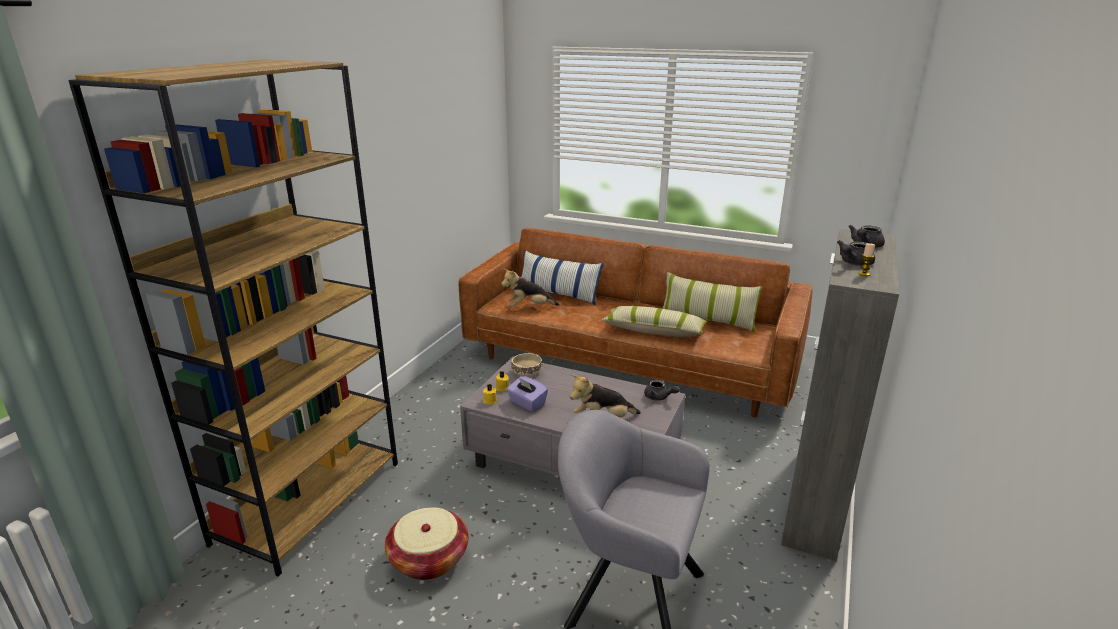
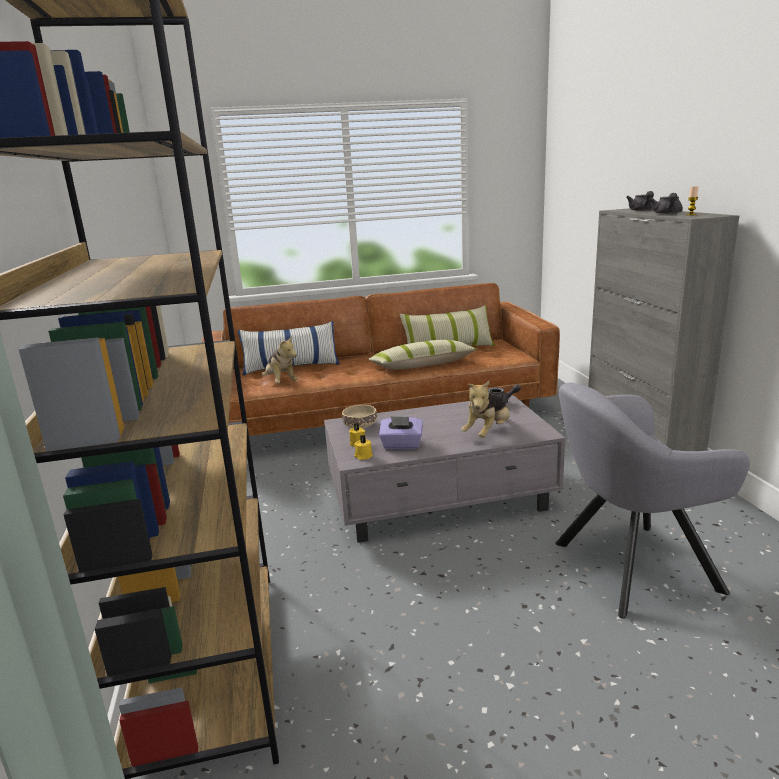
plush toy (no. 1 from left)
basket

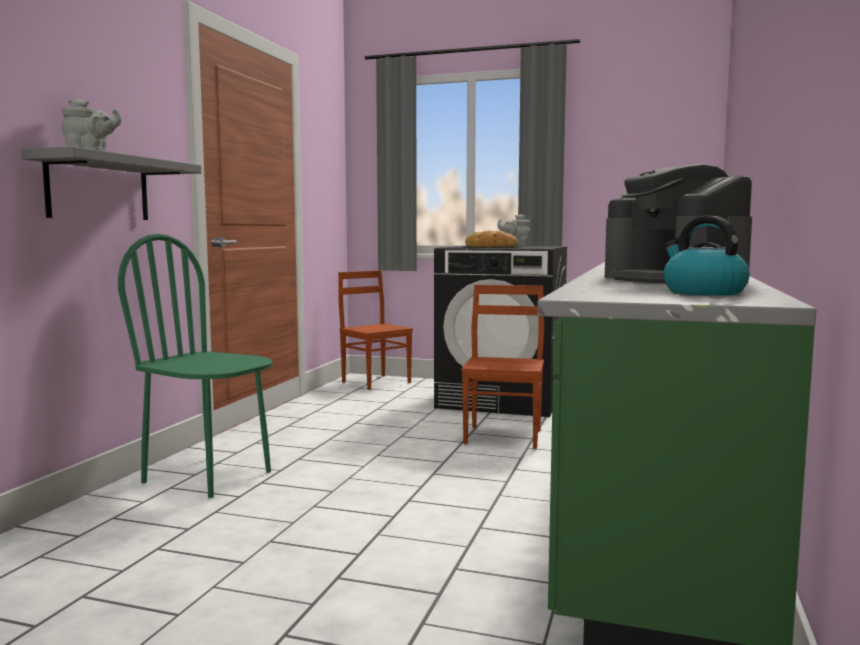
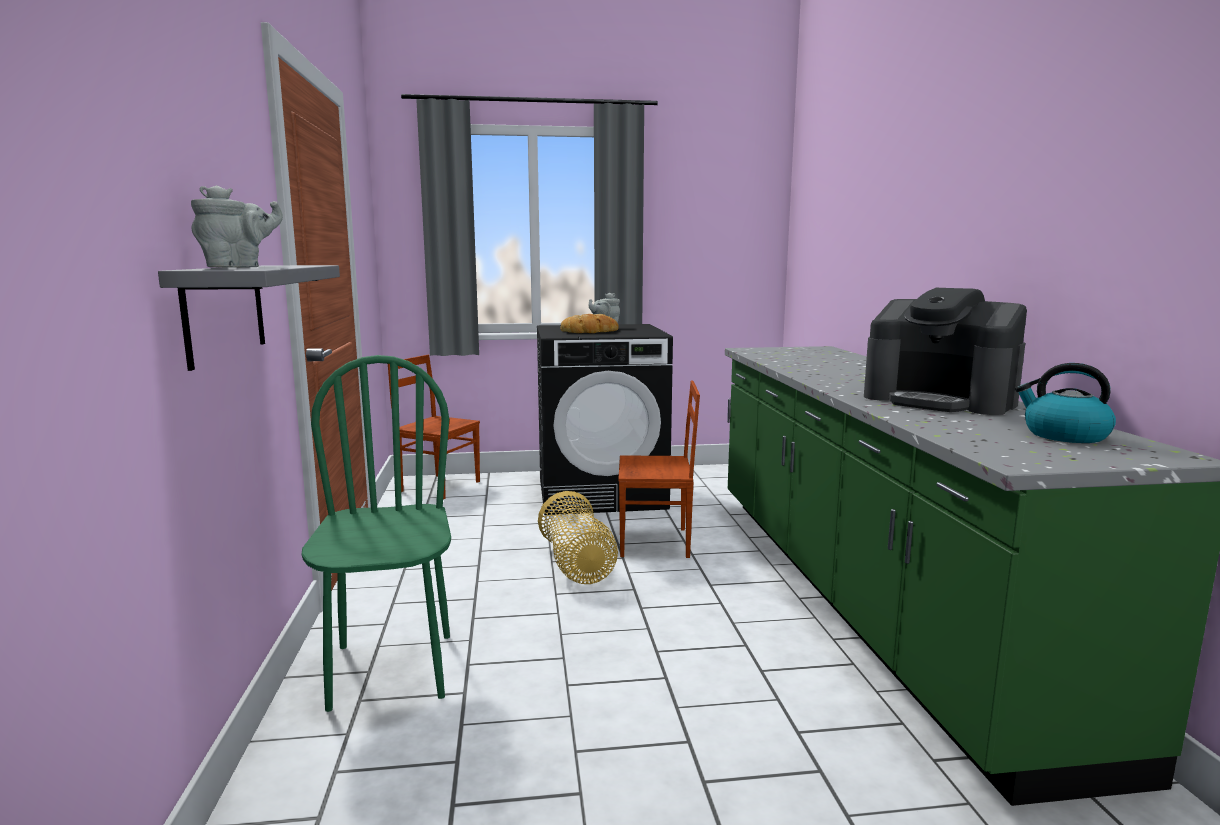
green chair
basket
brown chair (no. 2 from left)

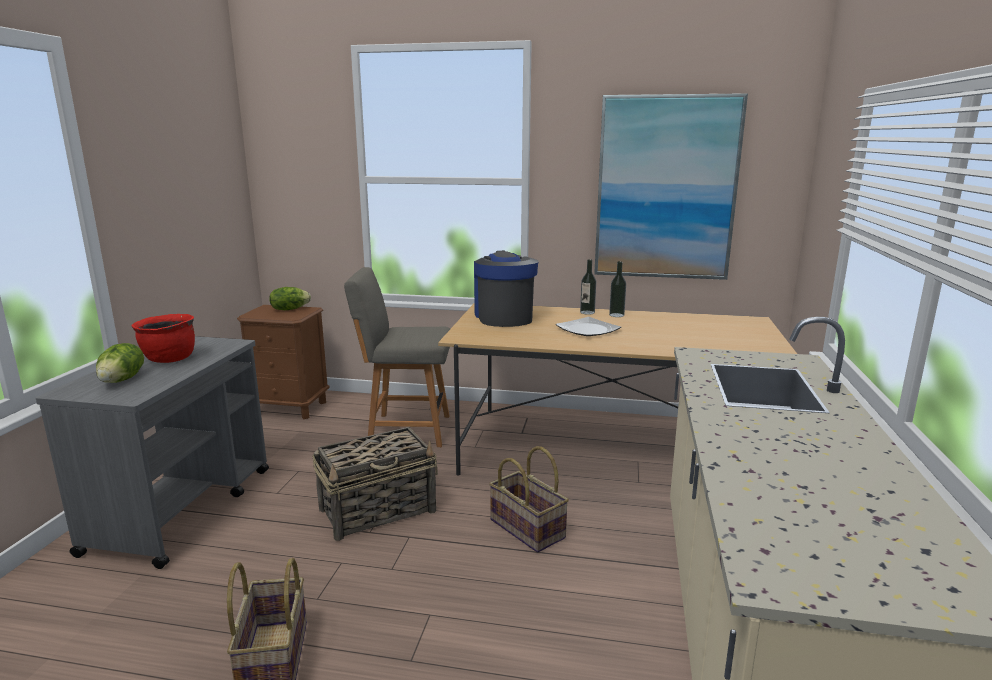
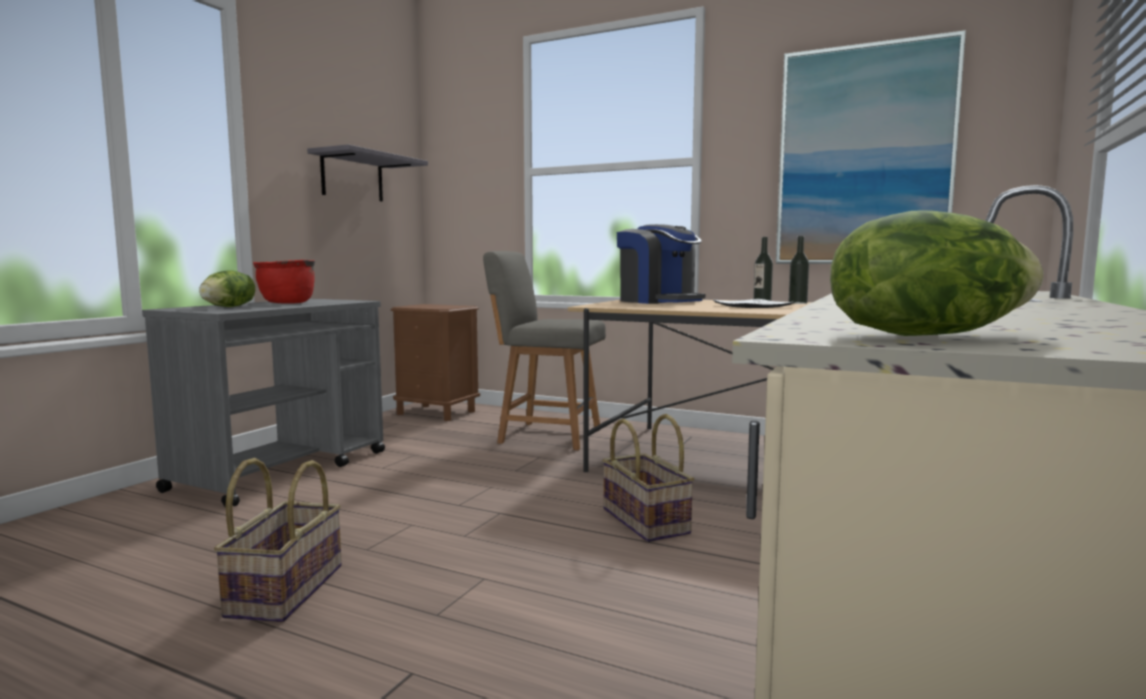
grey shelf
coffee machine
lettuce (no. 2 from left)
basket (no. 2 from left in the first image)

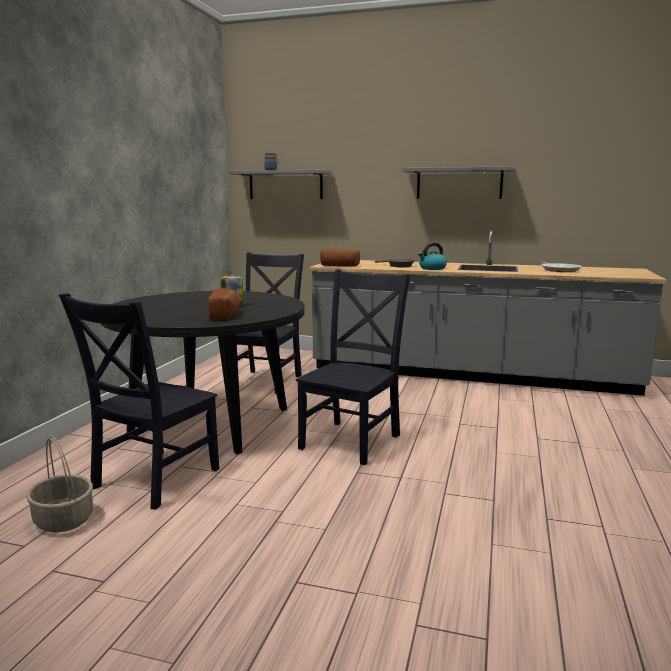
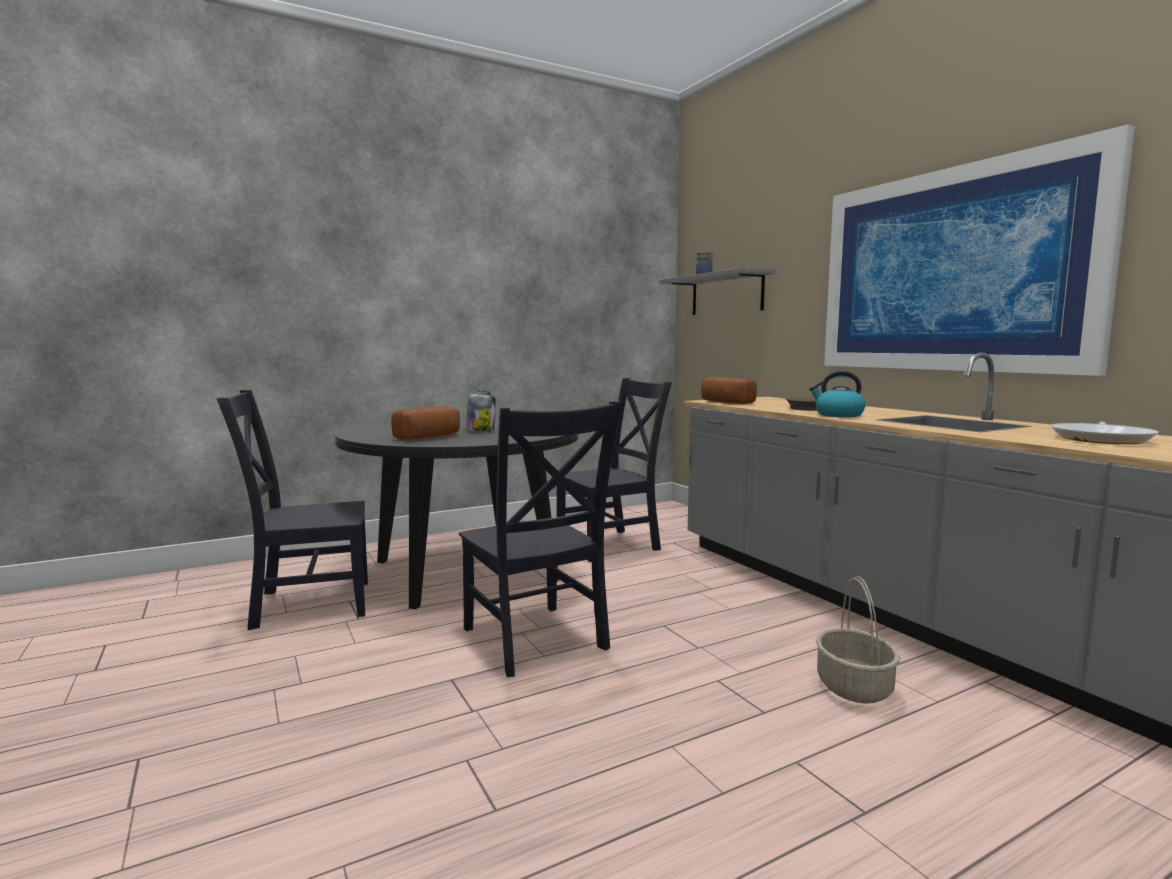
black chair (no. 2 from left)
basket
picture

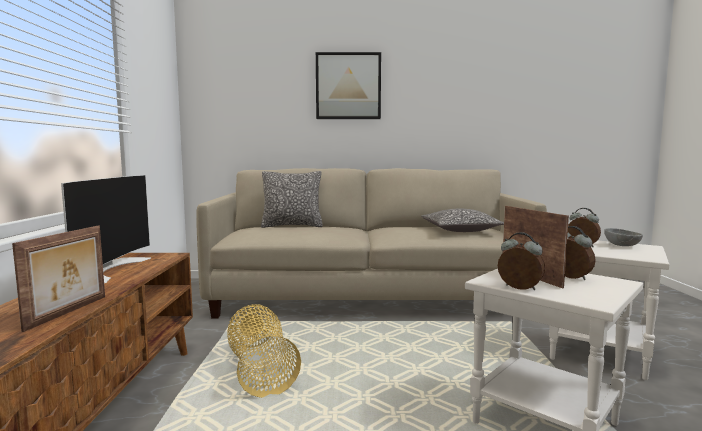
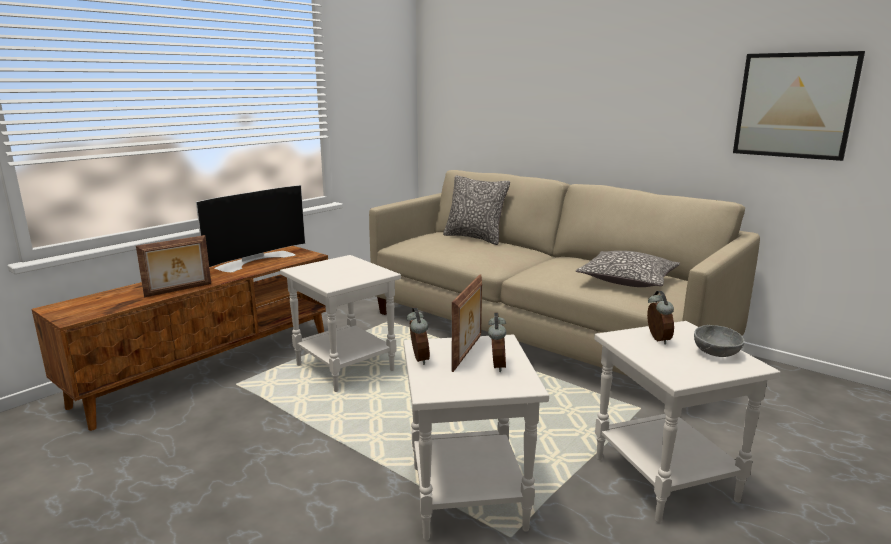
white side table (no. 1 from left)
picture

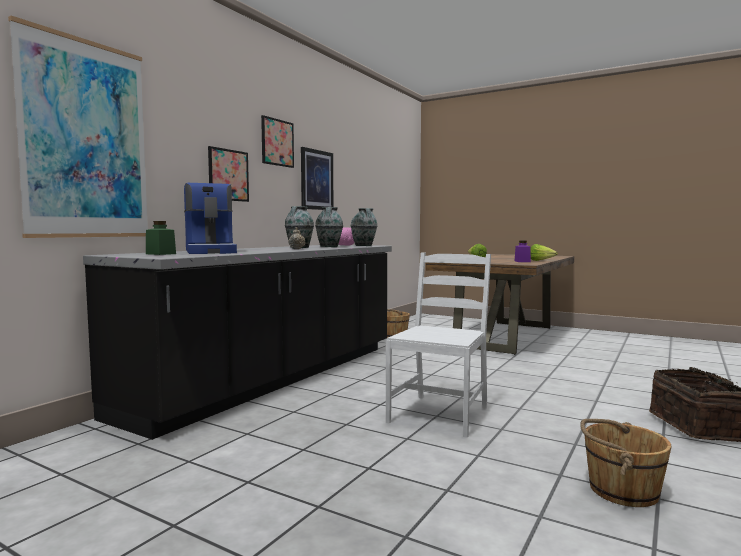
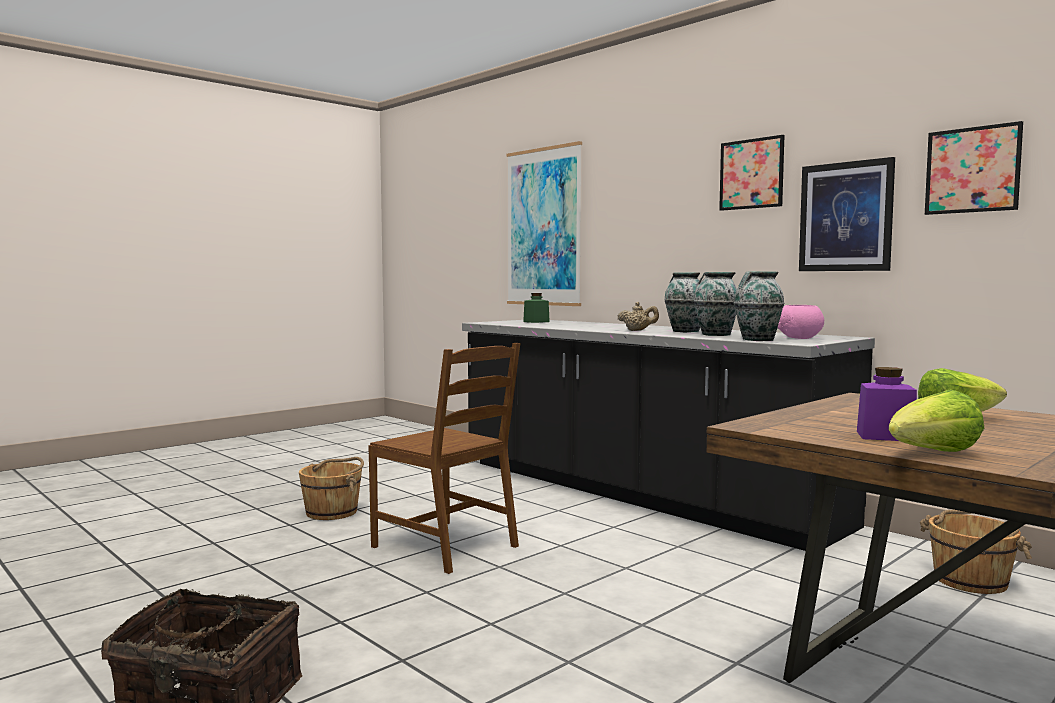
brown bucket (no. 1 from left)
brown chair
picture (no. 4 from left)
coffee machine

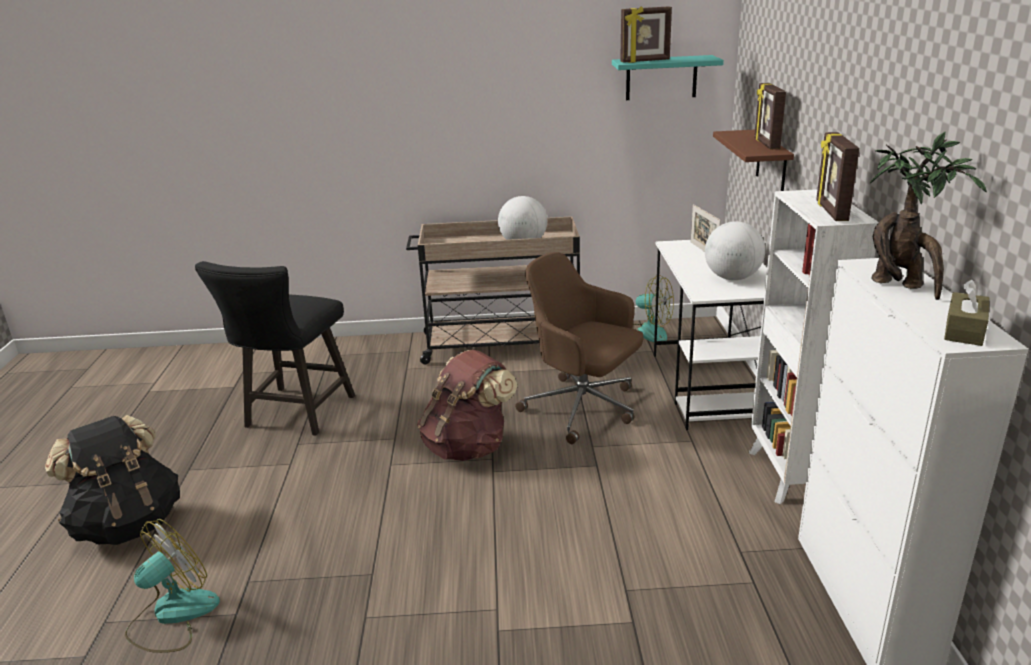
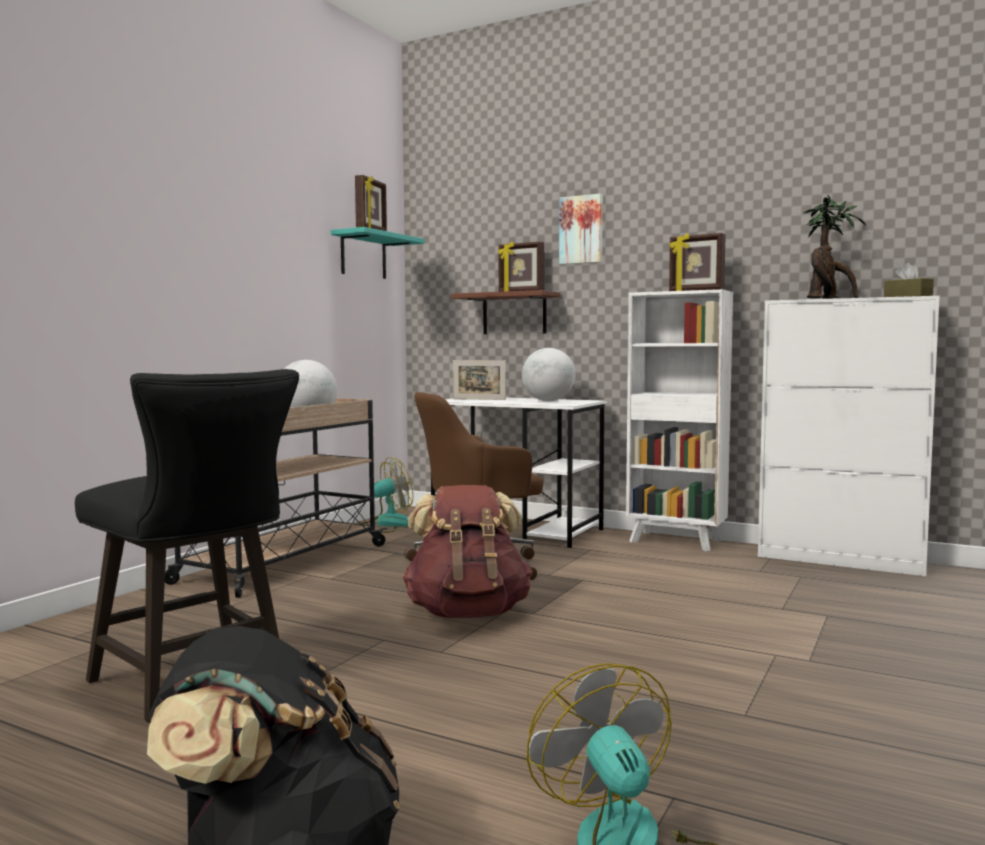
picture

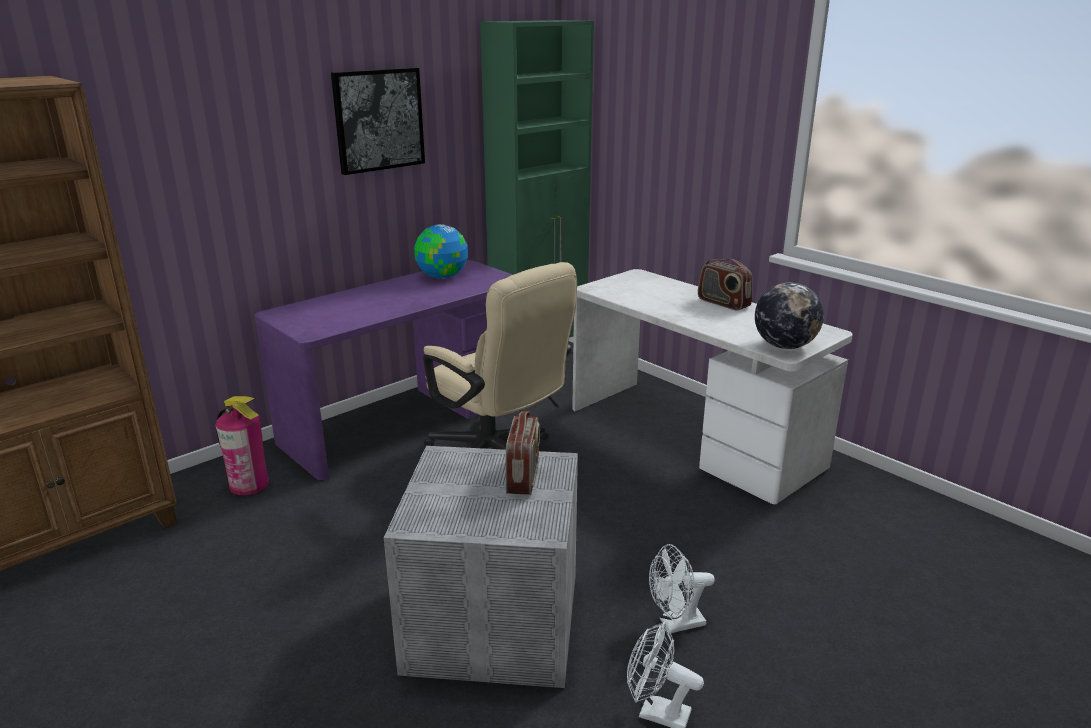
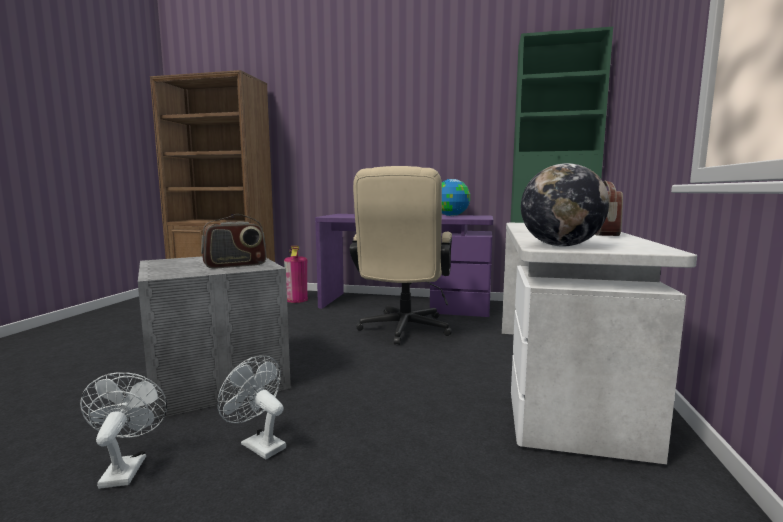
picture

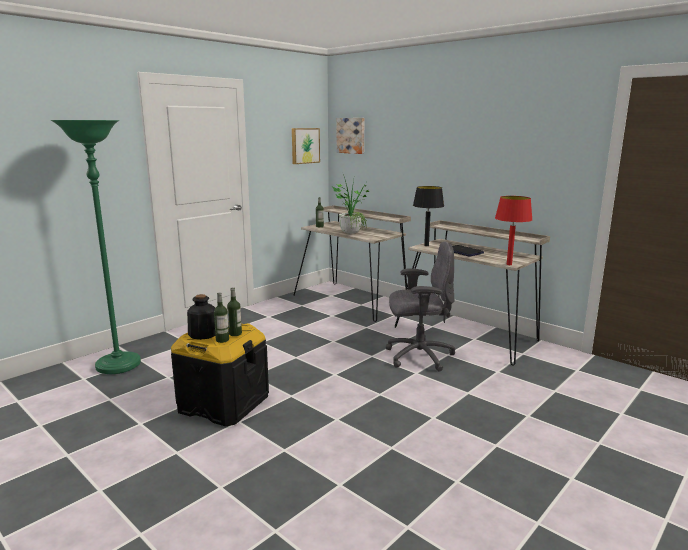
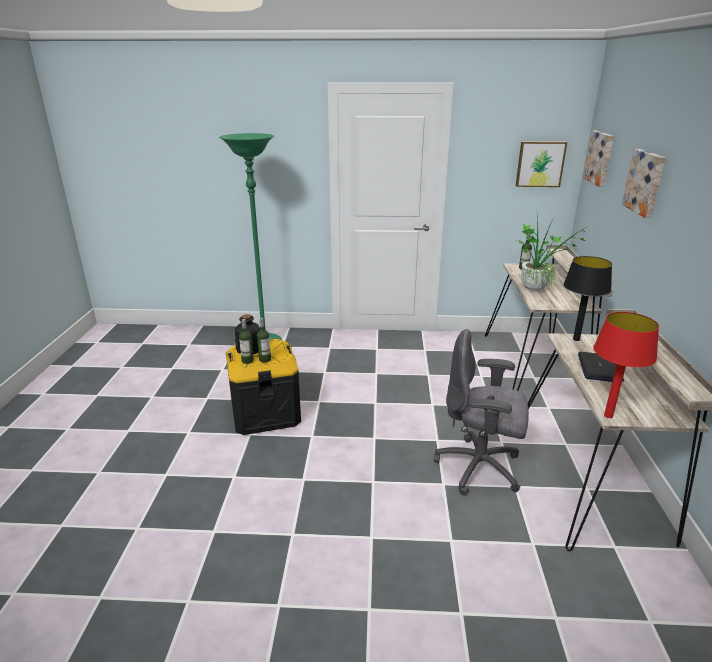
grey office chair
picture (no. 3 from left)

